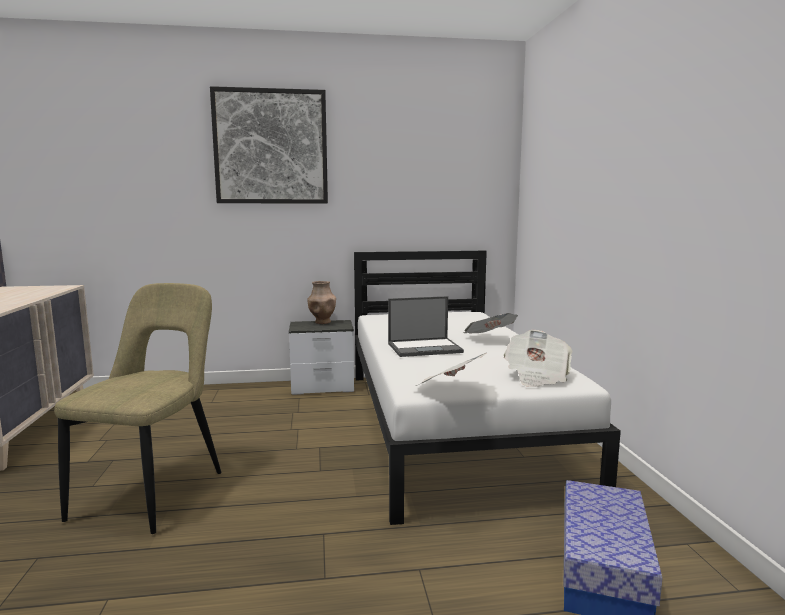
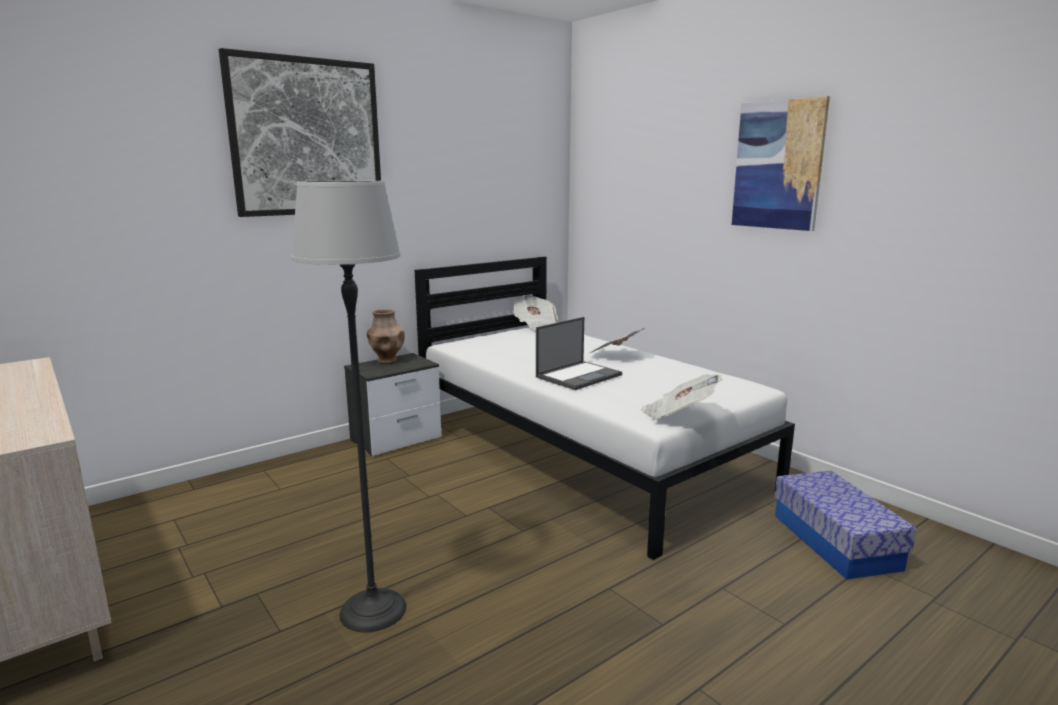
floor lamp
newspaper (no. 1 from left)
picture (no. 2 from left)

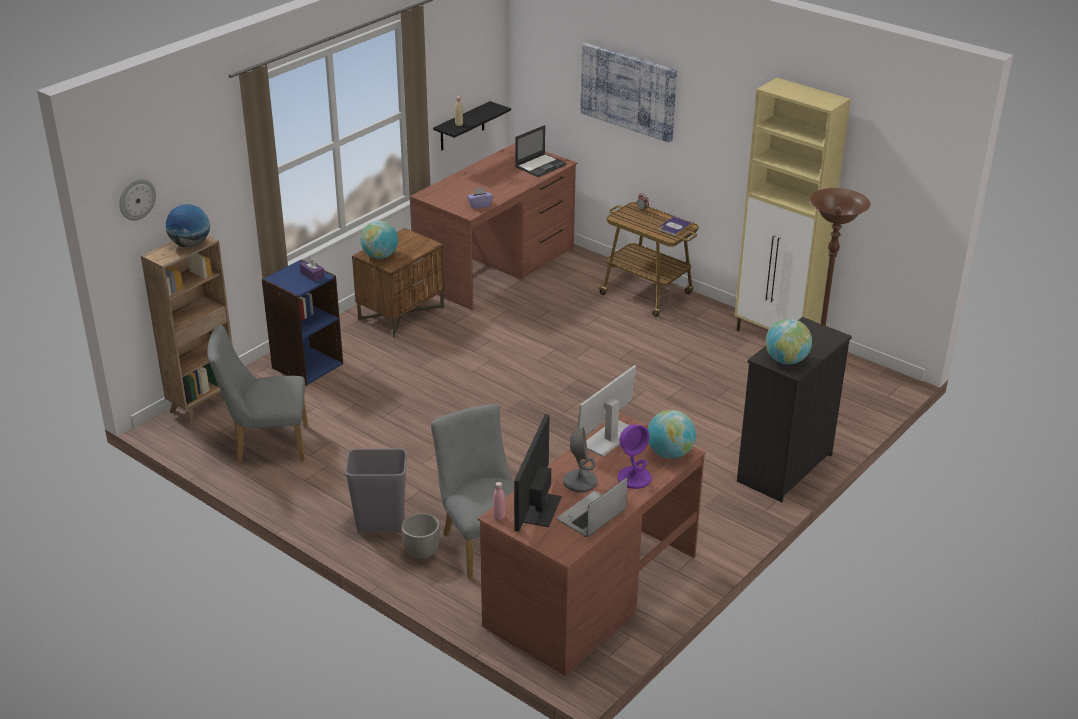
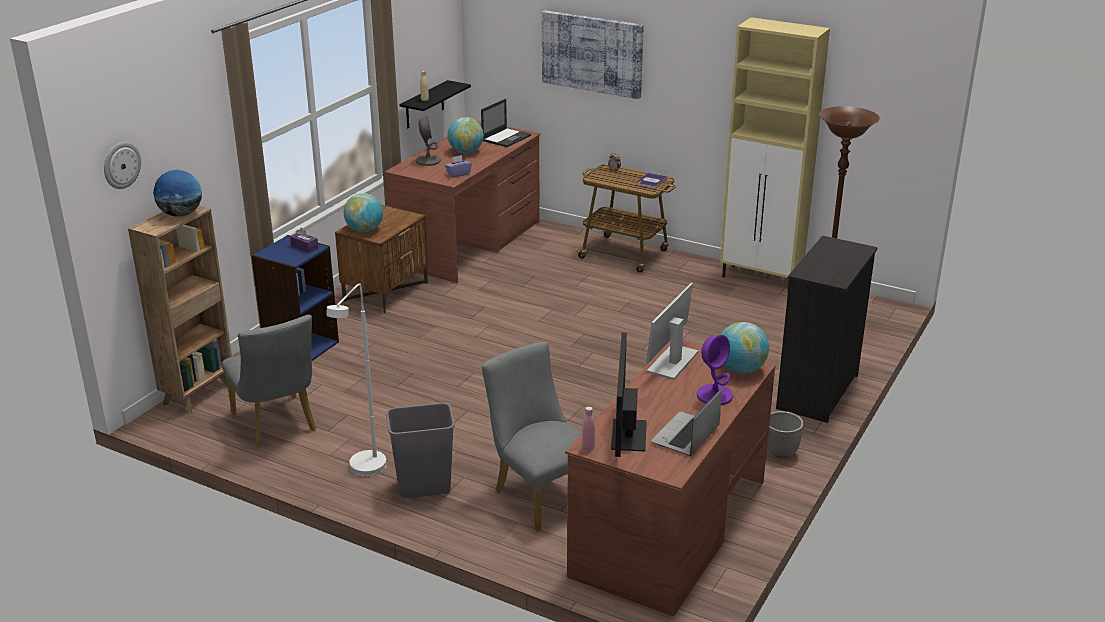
grey chair (no. 1 from left)
white floor lamp
grey table lamp
globe (no. 3 from left)
planter

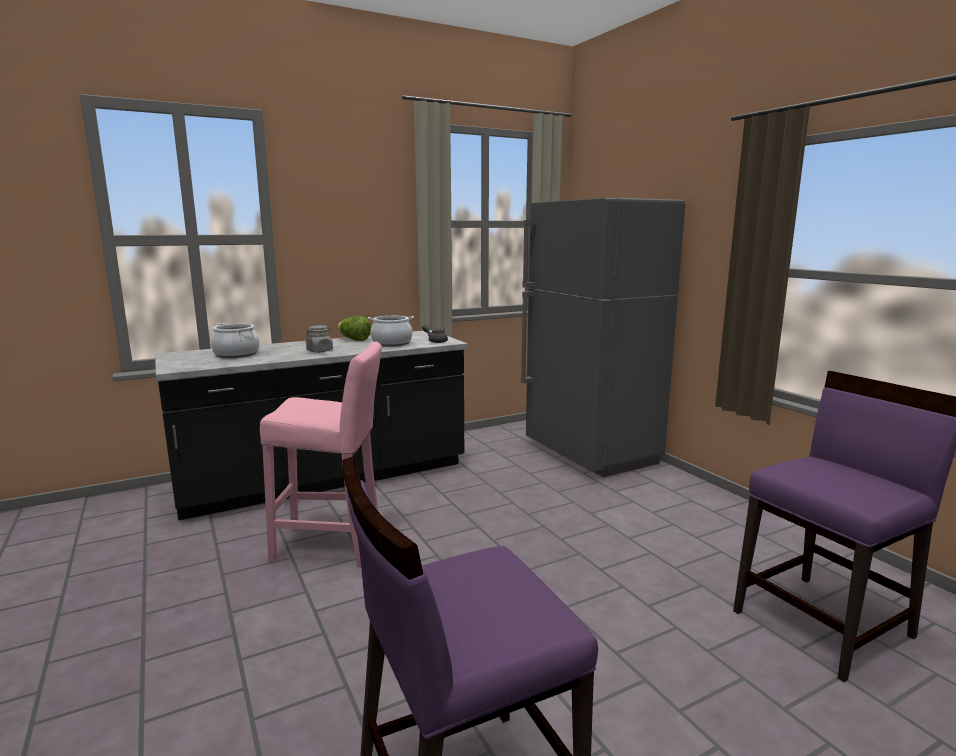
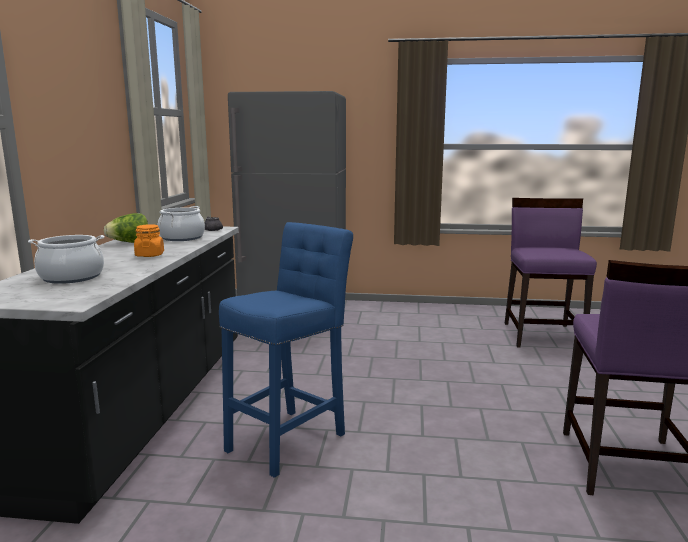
orange jar
blue stool

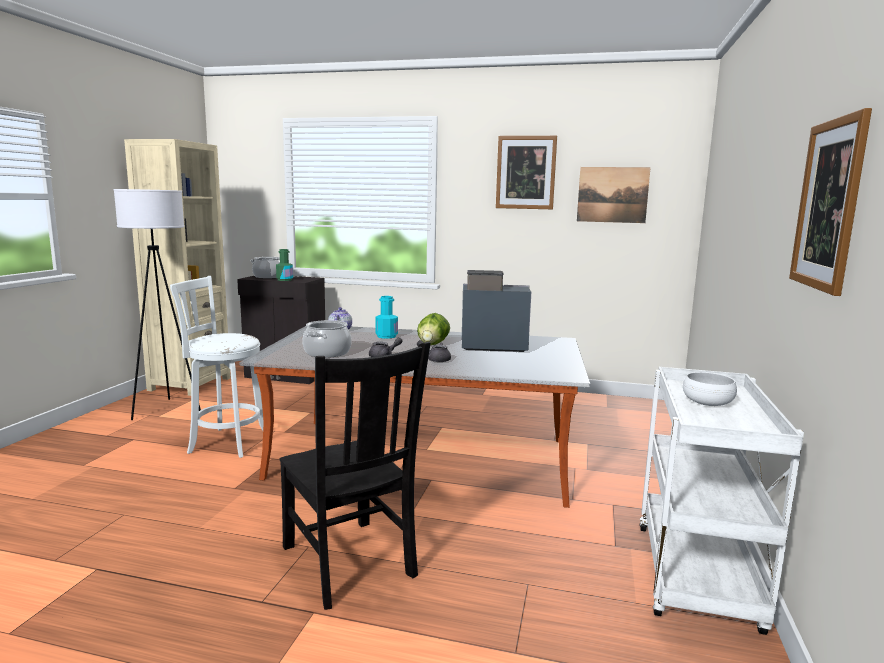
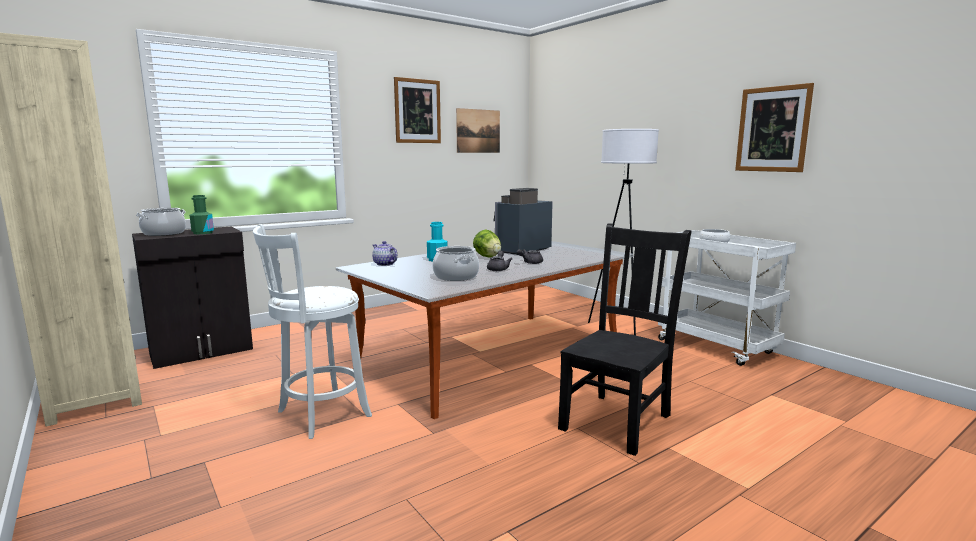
black chair
white floor lamp

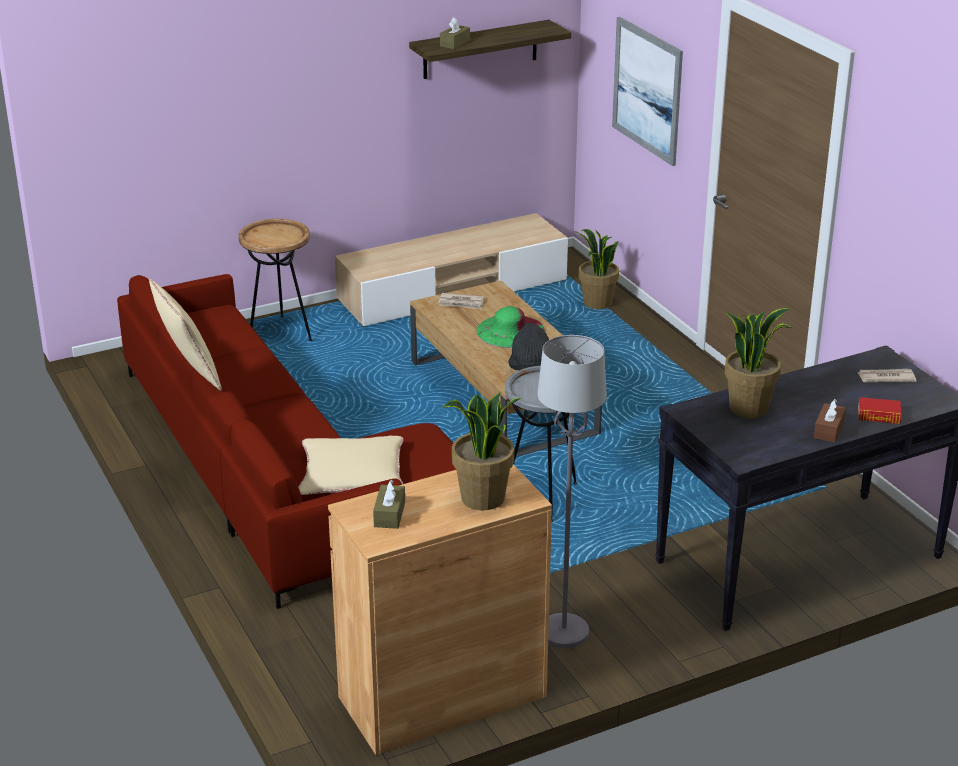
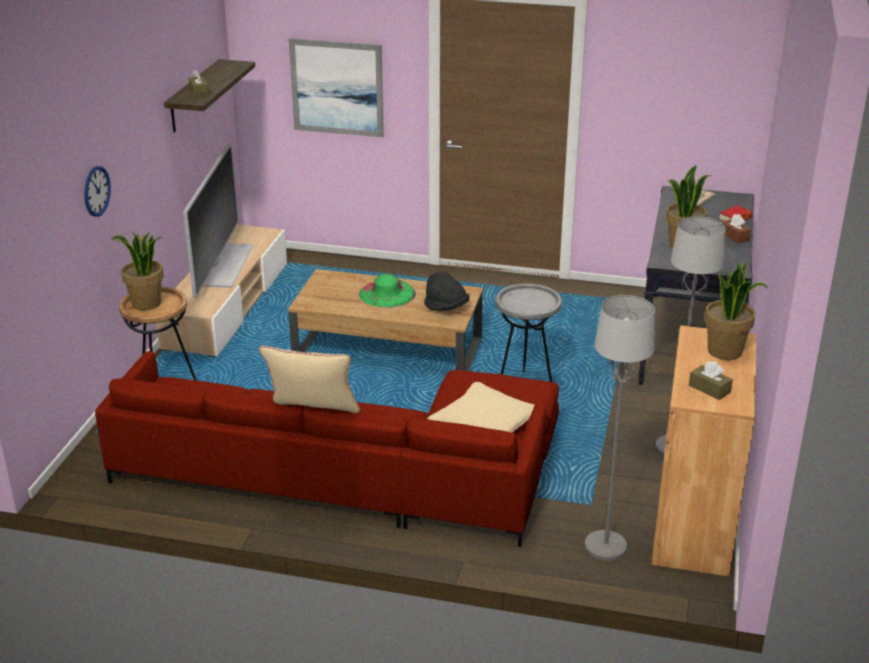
wall clock
potted plant (no. 1 from left)
television
grey floor lamp (no. 1 from left)
newspaper (no. 1 from left in the first image)

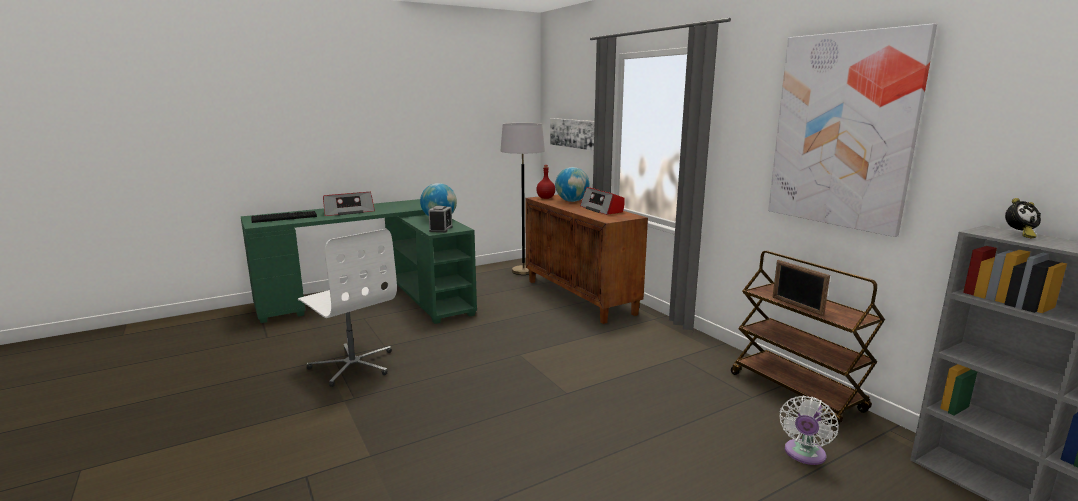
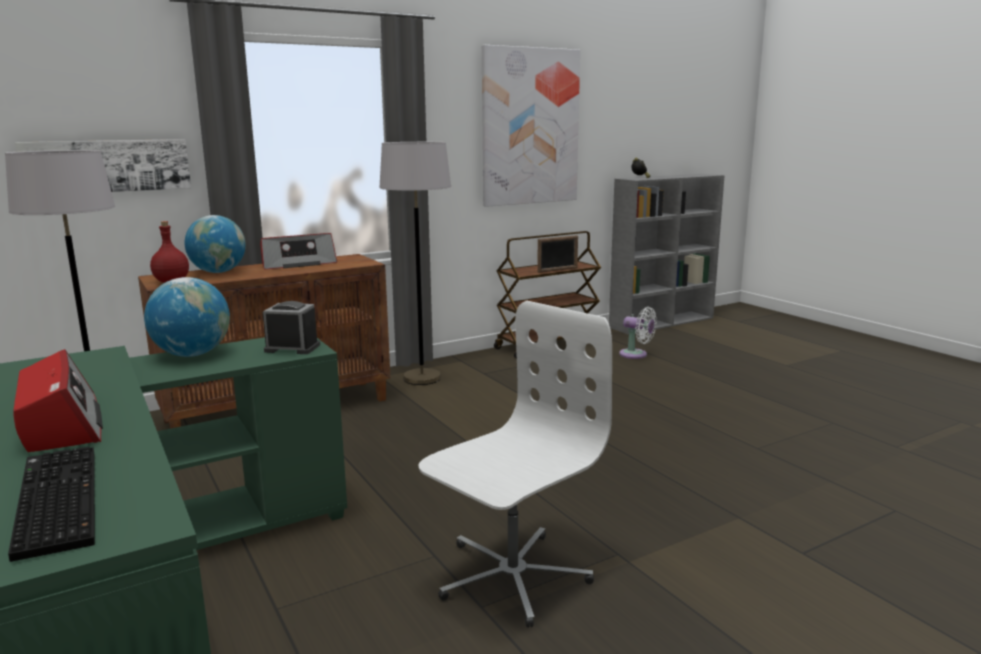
grey floor lamp (no. 2 from left)

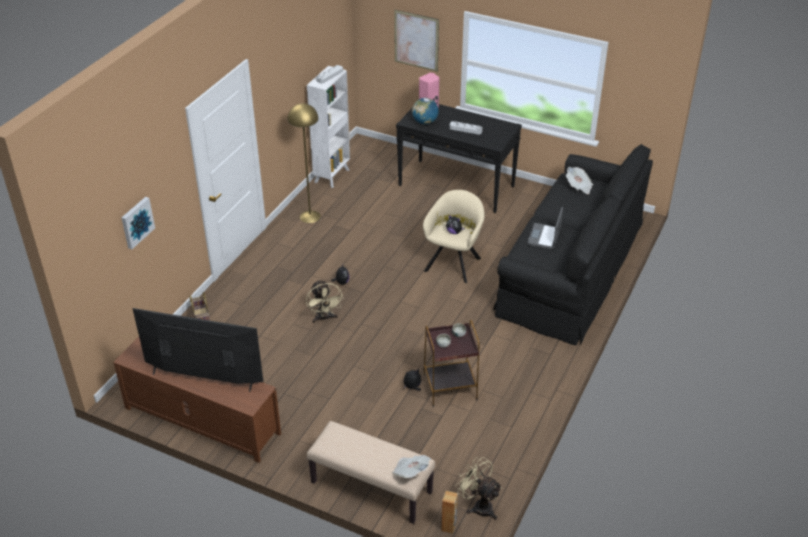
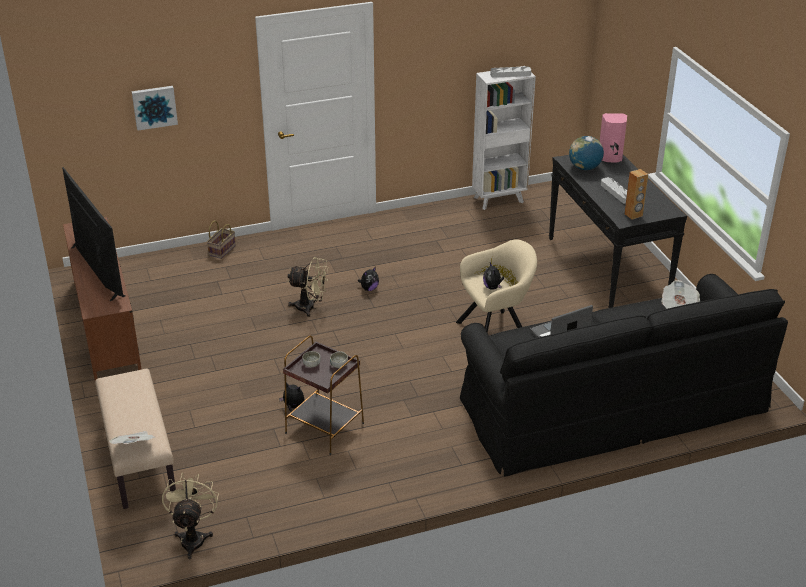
beige fan (no. 2 from left)
brown speaker
yellow floor lamp
picture (no. 2 from left in the first image)

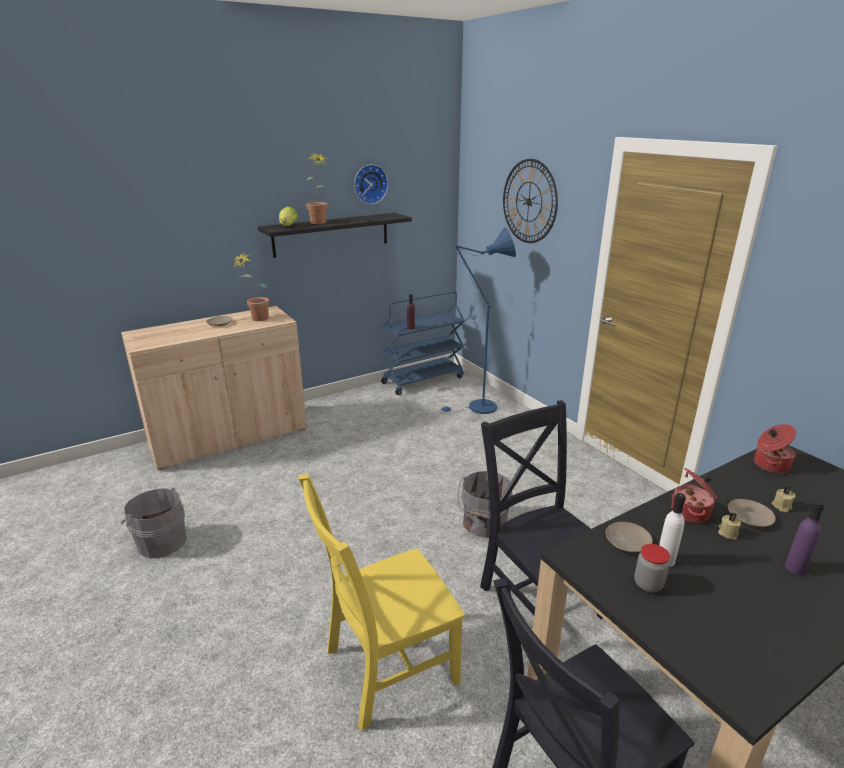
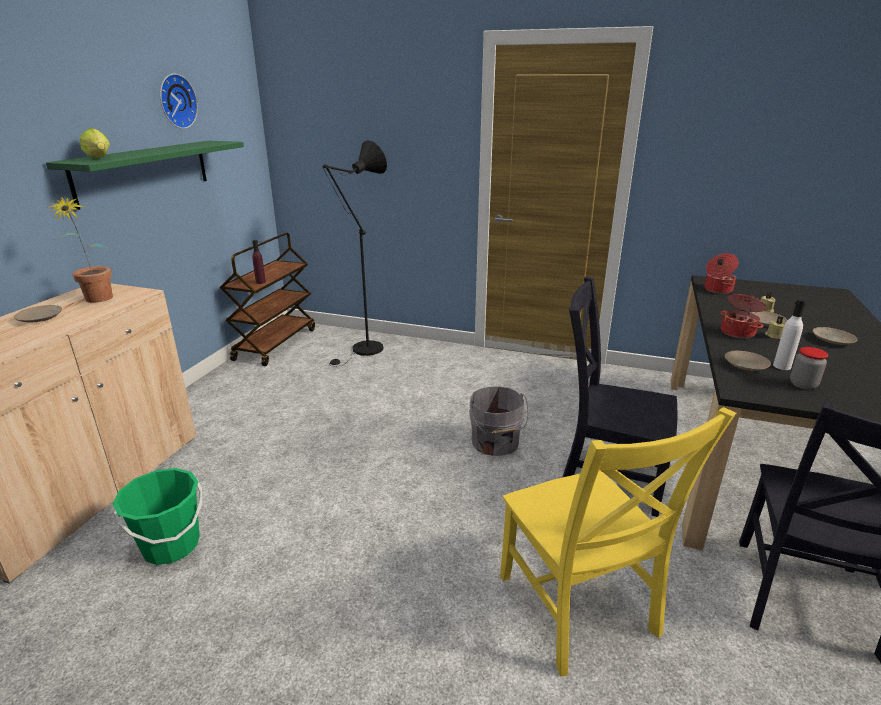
green shelf
green bucket
brown cart
black floor lamp
yellow chair
beige plate (no. 4 from left)
grey bucket (no. 1 from left in the first image)
potted plant (no. 2 from left in the first image)
wall clock (no. 2 from left in the first image)

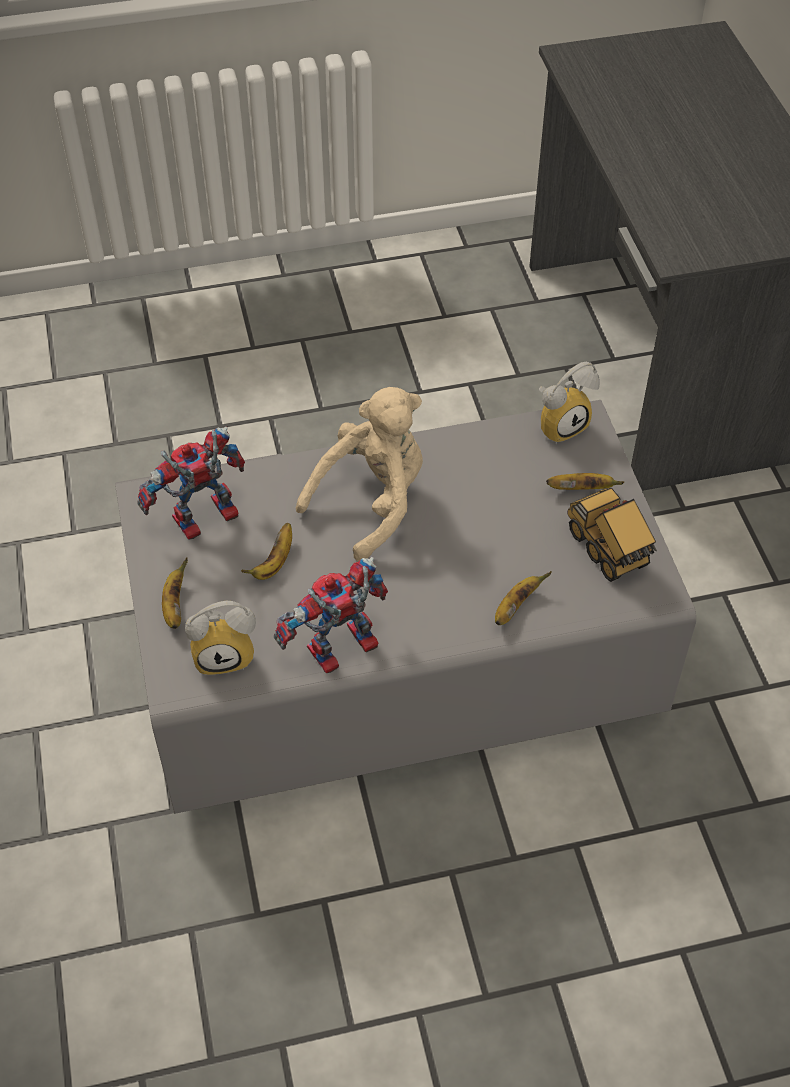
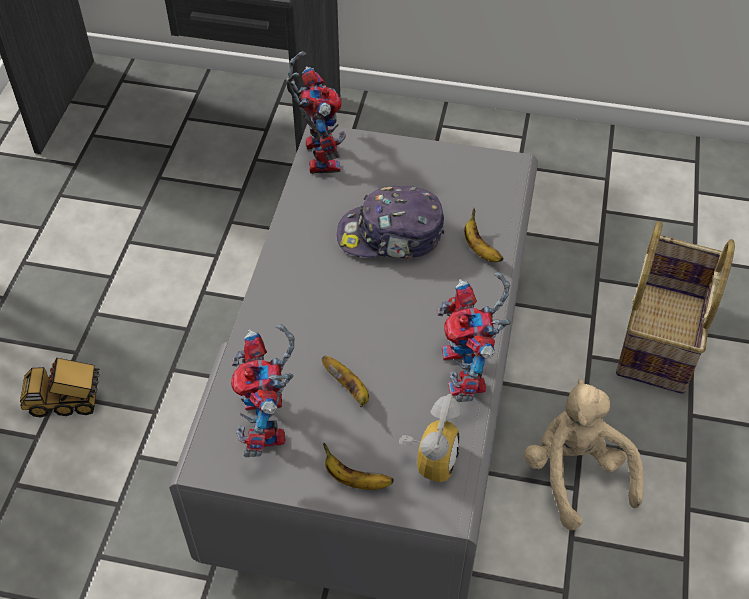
toy truck
toy robot (no. 2 from left)
cap
beige plush toy
basket
banana (no. 4 from left in the first image)

